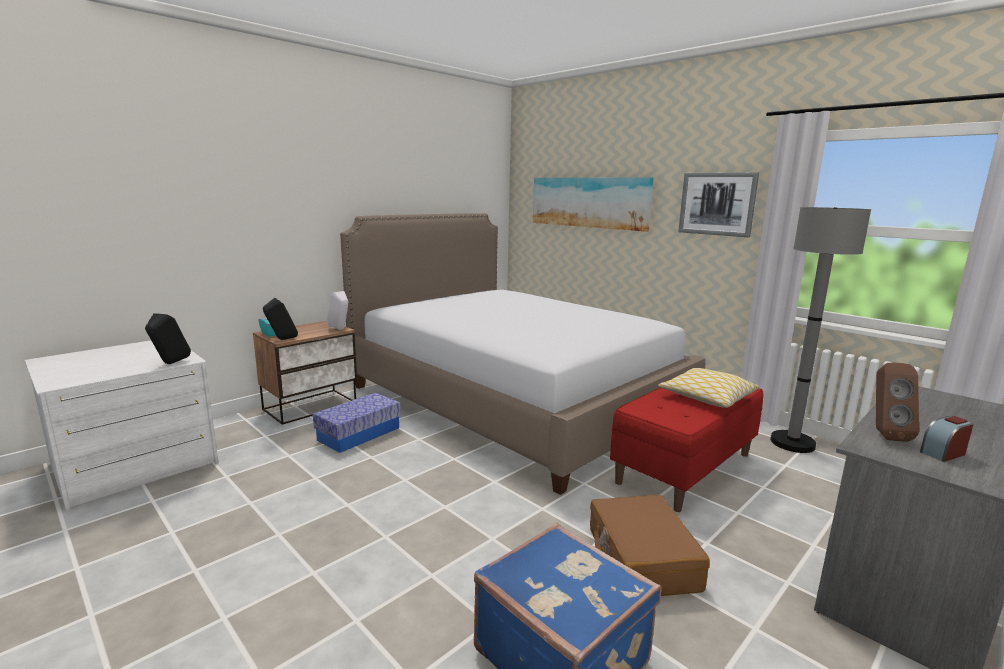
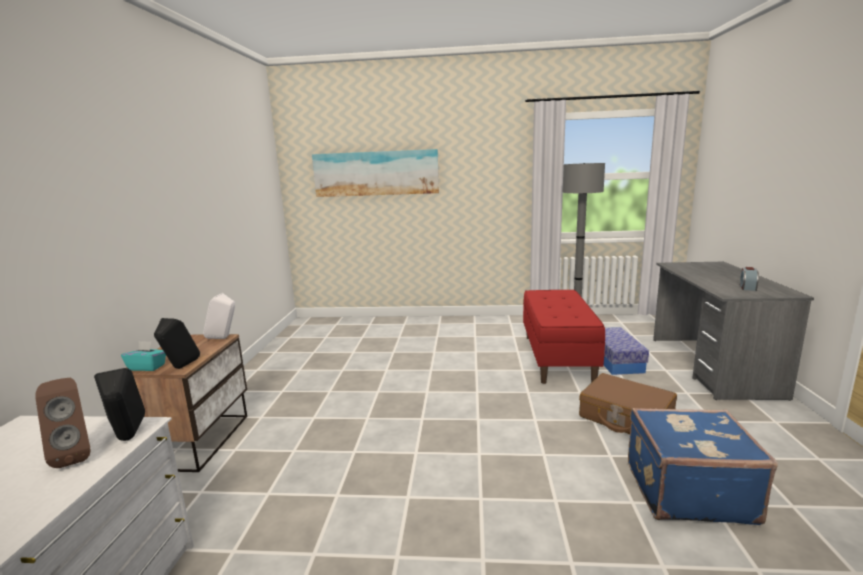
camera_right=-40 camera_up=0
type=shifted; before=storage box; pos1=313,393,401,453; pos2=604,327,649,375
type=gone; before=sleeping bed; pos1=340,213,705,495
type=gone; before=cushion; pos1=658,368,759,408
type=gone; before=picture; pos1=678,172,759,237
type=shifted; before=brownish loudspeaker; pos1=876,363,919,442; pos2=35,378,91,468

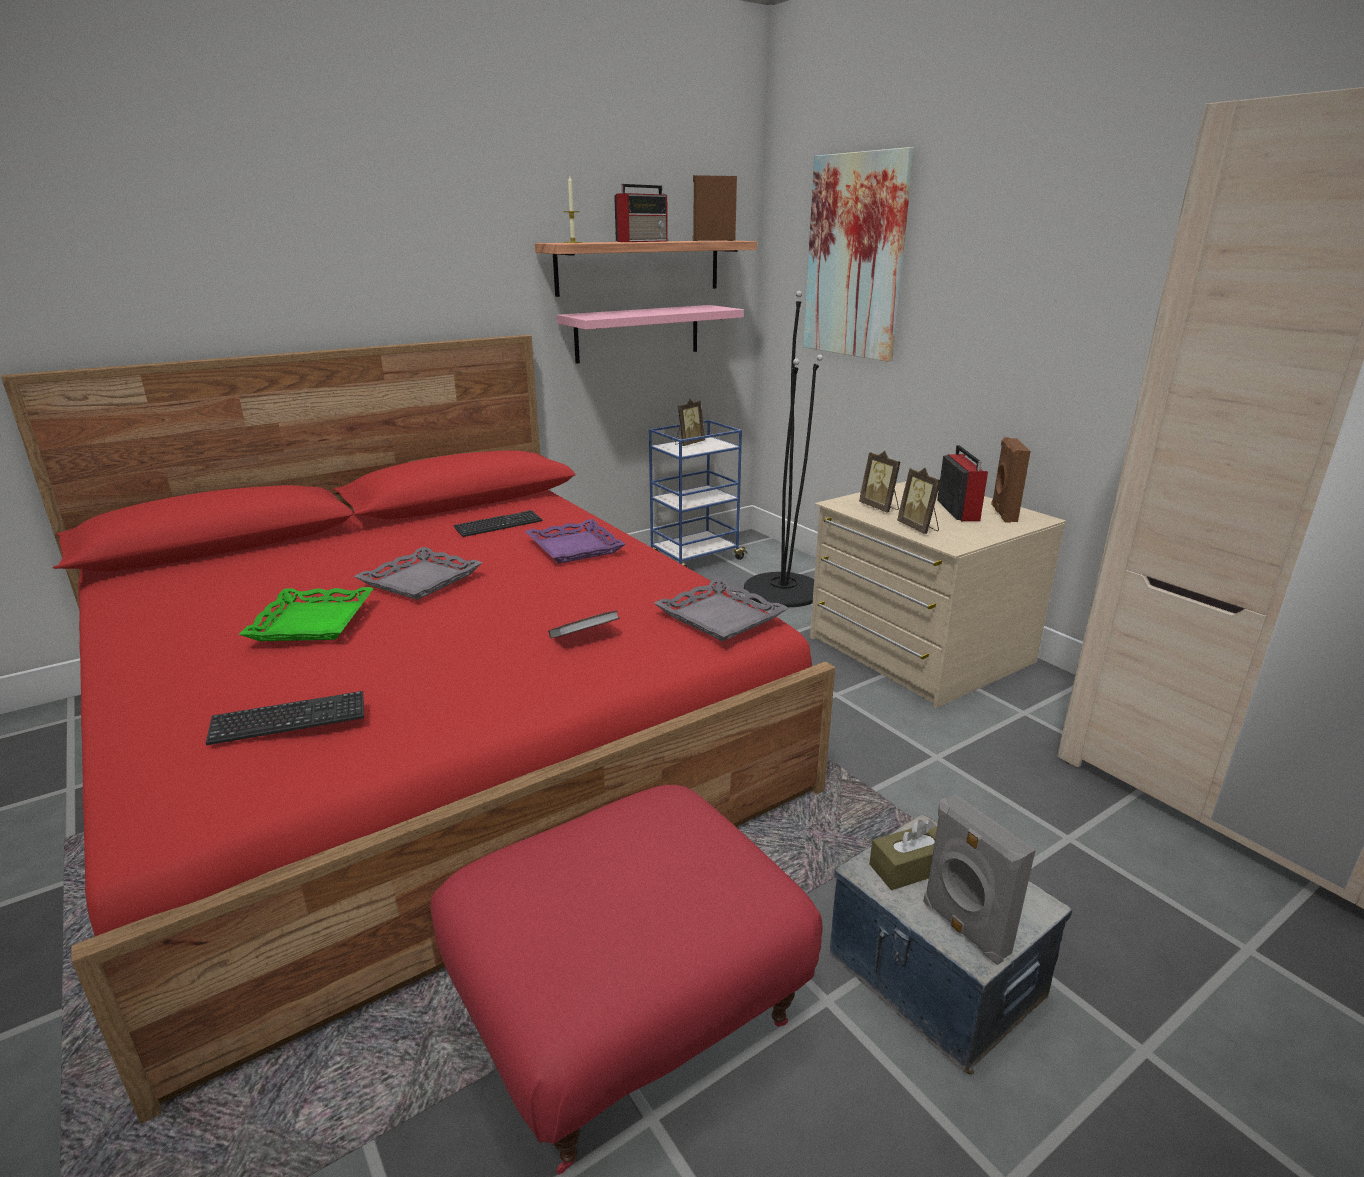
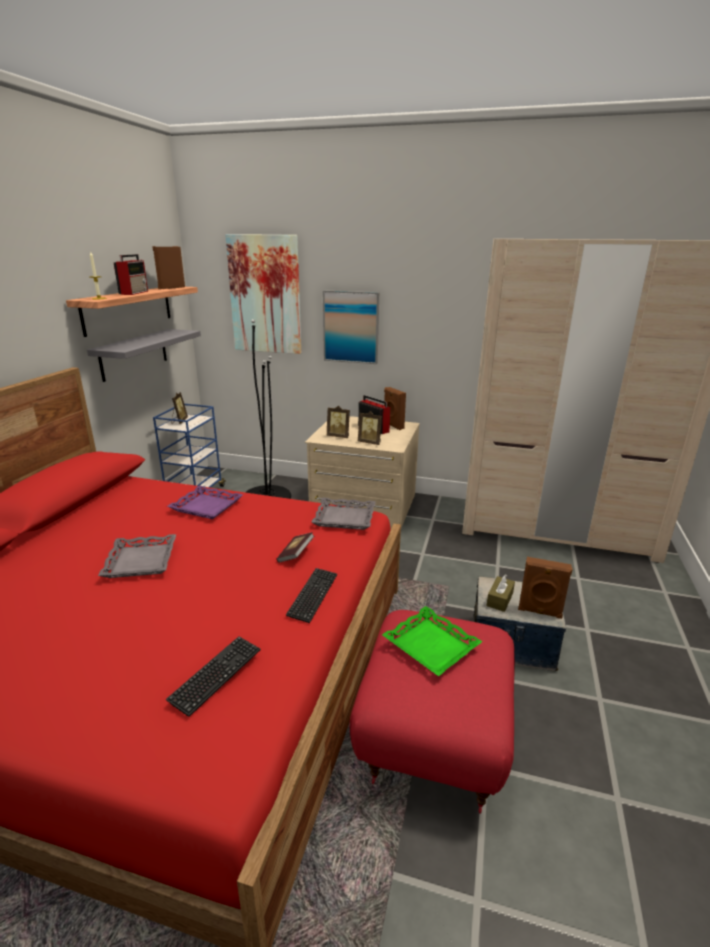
camera_right=-40 camera_up=0
type=shifted; before=greenish tray; pos1=239,587,374,641; pos2=382,606,483,676
type=shifted; before=computer keyboard; pos1=454,510,542,537; pos2=286,568,337,623
type=repainted; before=pink bracket shelf; after=greyish bracket shelf; pos1=557,305,743,364; pos2=87,329,201,382
type=repainted; before=greyish loudspeaker; after=brownish loudspeaker; pos1=924,795,1036,965; pos2=518,557,572,619
type=new; after=picture; pos2=323,290,379,364

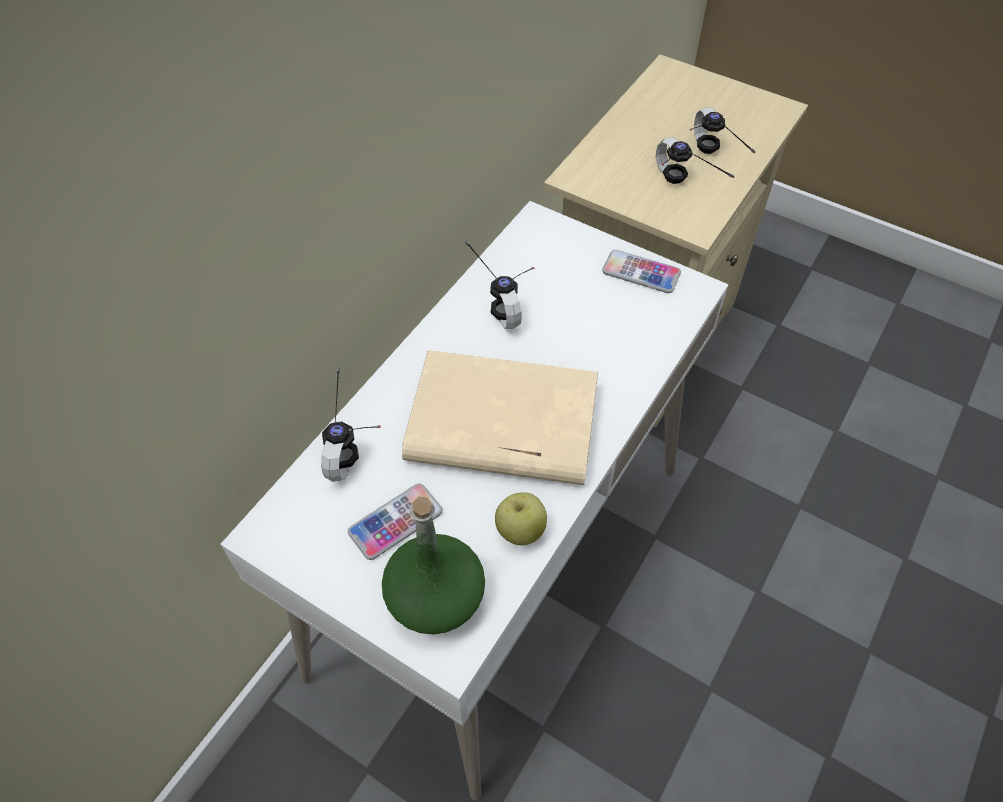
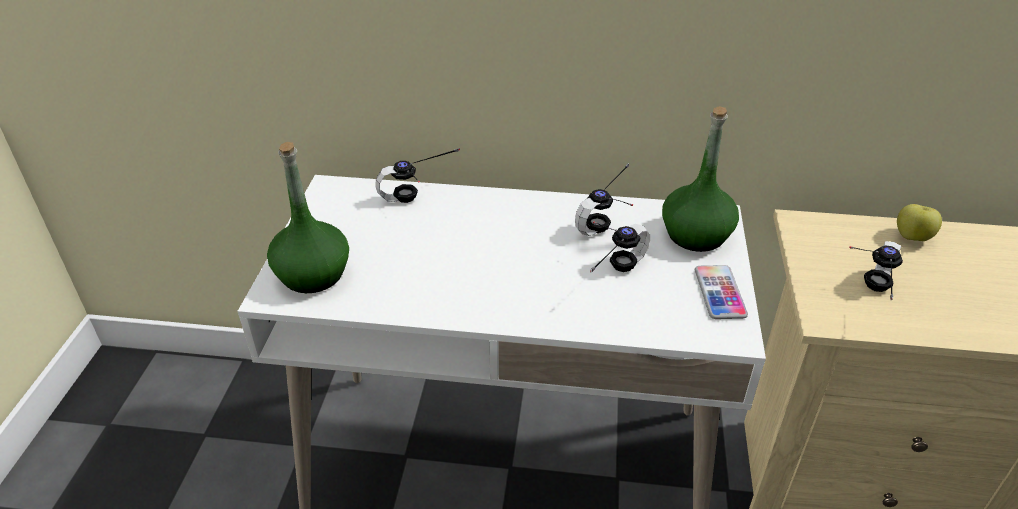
camera_right=65 camera_up=-15
type=gone; before=handset; pos1=348,484,443,560
type=gone; before=sand-coloured book; pos1=402,350,598,485
type=shifted; before=apple; pos1=495,493,547,545; pos2=897,204,942,241
type=shifted; before=pair of headphones; pos1=690,108,756,154; pos2=590,222,650,272
type=new; after=greenish beverage bottle; pos2=662,106,739,252

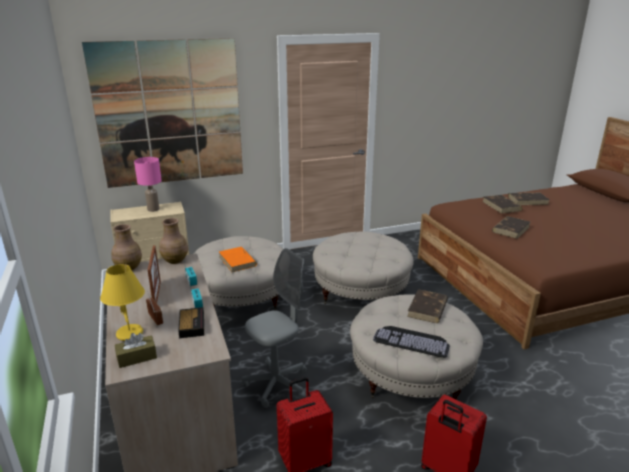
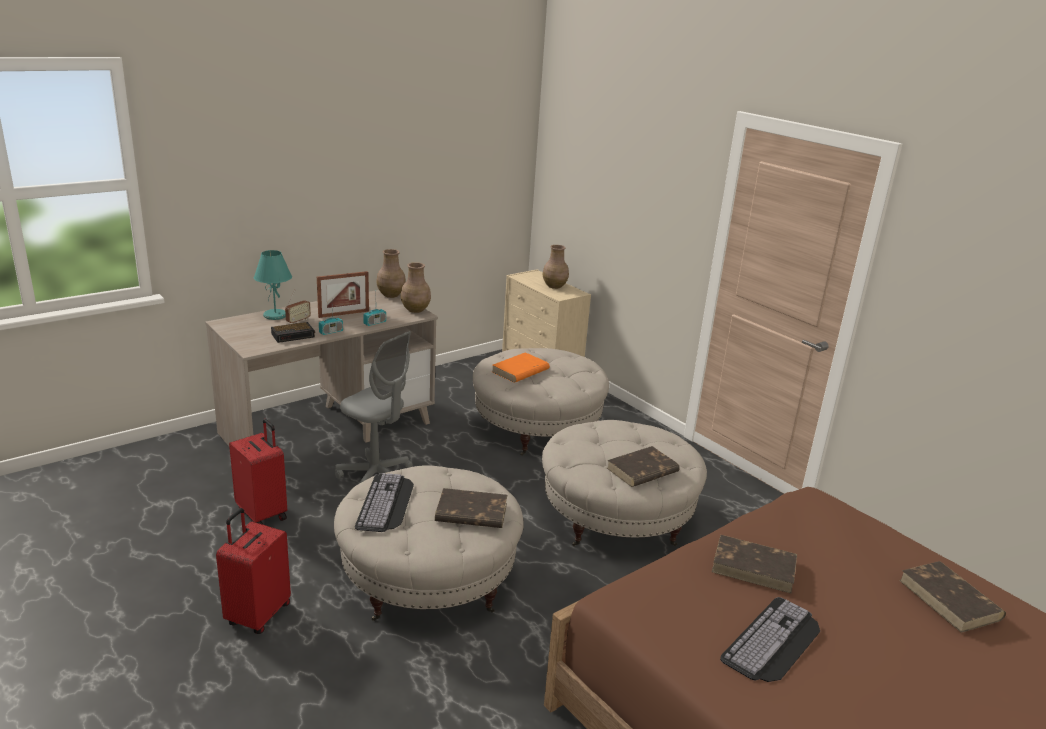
camera_right=70 camera_up=0
type=gone; before=picture; pos1=82,38,243,188
type=repainted; before=yellow-coloured table lamp; after=turquoise table lamp; pos1=100,264,145,341; pos2=254,250,292,320
type=gone; before=brownish box of tissues; pos1=115,333,157,368
type=swapped; before=pink table lamp; after=brownish flower vase; pos1=134,157,162,212; pos2=543,245,569,289
type=shifted; before=brownish book; pos1=482,195,523,214; pos2=607,446,680,487
type=new; after=computer keyboard; pos2=720,597,820,682

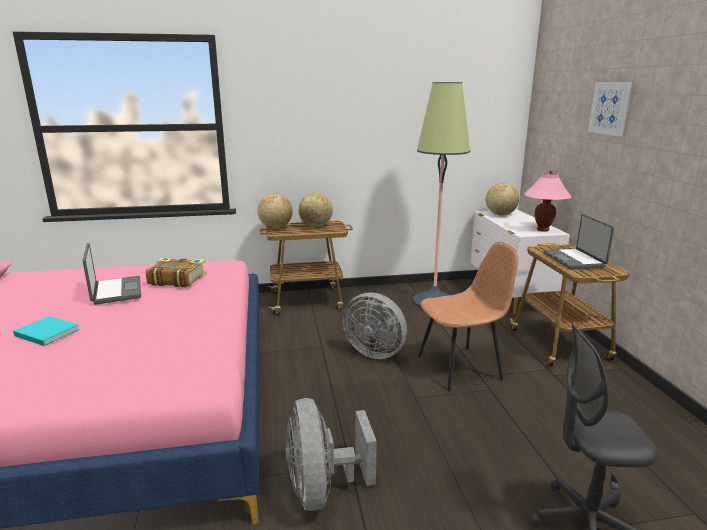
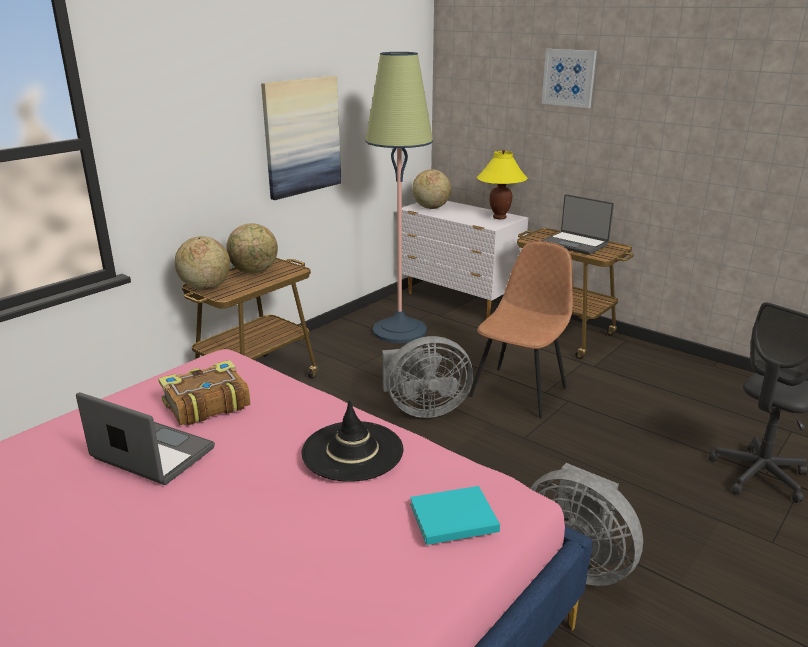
camera_right=-40 camera_up=5
type=shifted; before=turquoise book; pos1=13,316,80,346; pos2=410,486,500,545
type=repainted; before=pink table lamp; after=yellow-coloured table lamp; pos1=524,171,572,232; pos2=477,150,528,219
type=new; after=picture; pos2=261,76,341,200
type=new; after=black wearable hat; pos2=301,400,403,482

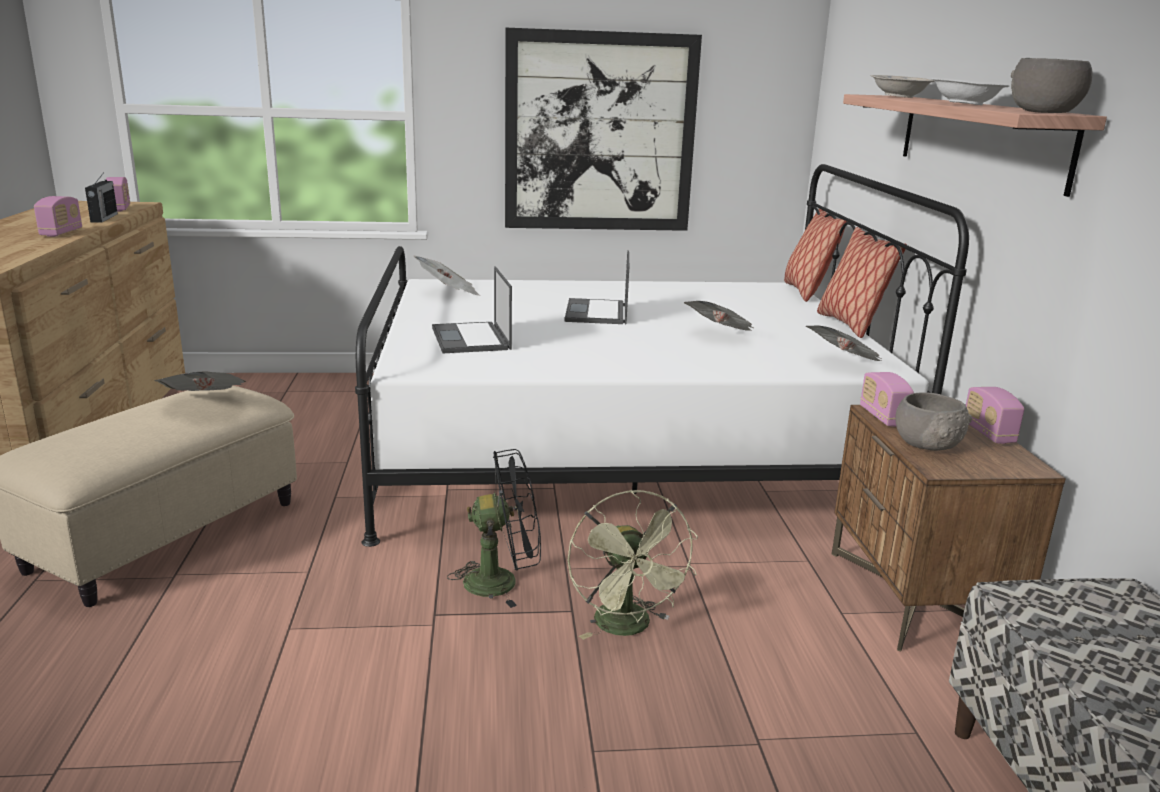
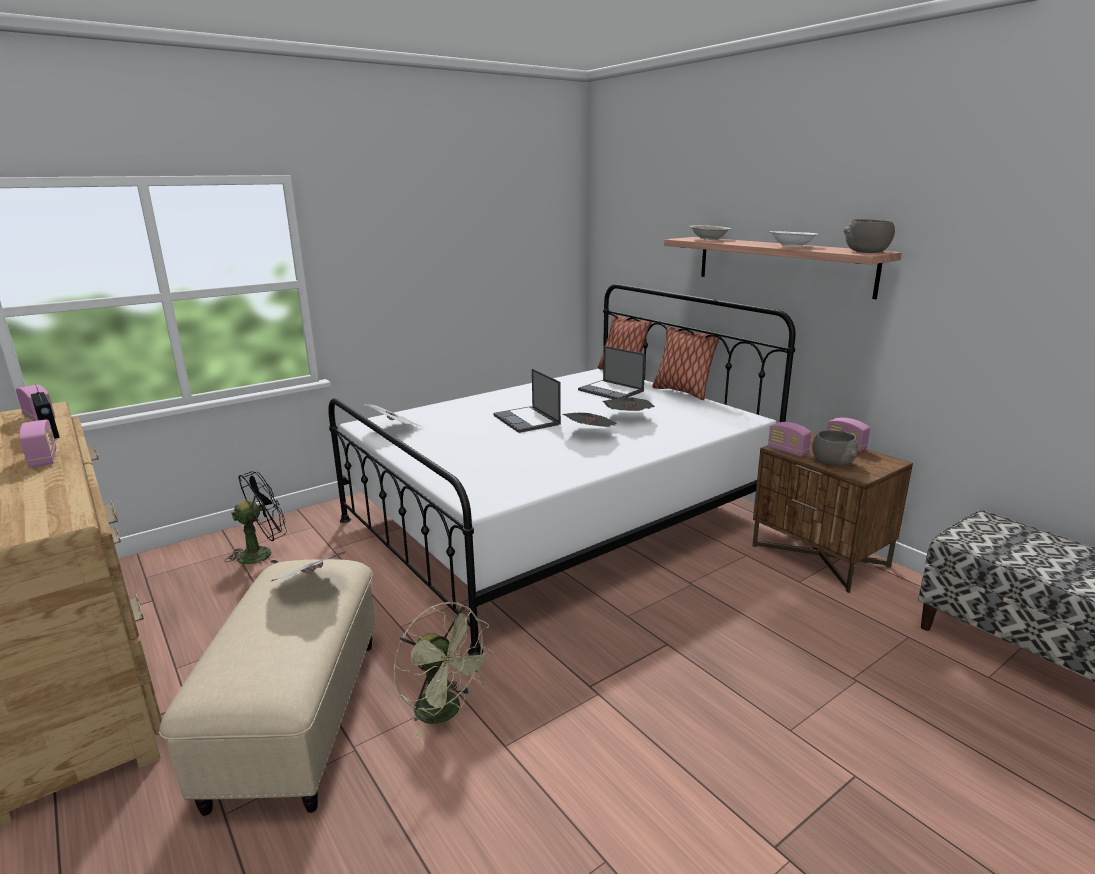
camera_right=-30 camera_up=0
type=shifted; before=notebook computer; pos1=432,266,512,353; pos2=578,346,645,399
type=shifted; before=black electric fan; pos1=447,449,541,608; pos2=225,471,287,564
type=gone; before=picture; pos1=505,28,702,231
type=shifted; before=greenish electric fan; pos1=568,490,698,640; pos2=394,602,493,739
type=shifted; before=newspaper; pos1=806,325,882,361; pos2=562,413,617,427

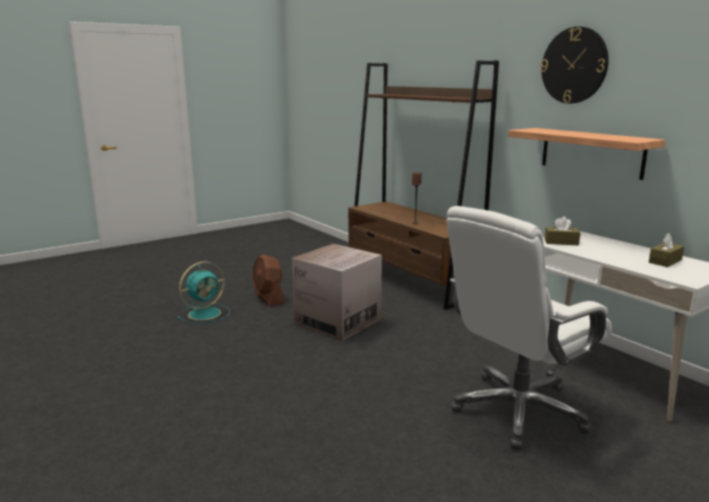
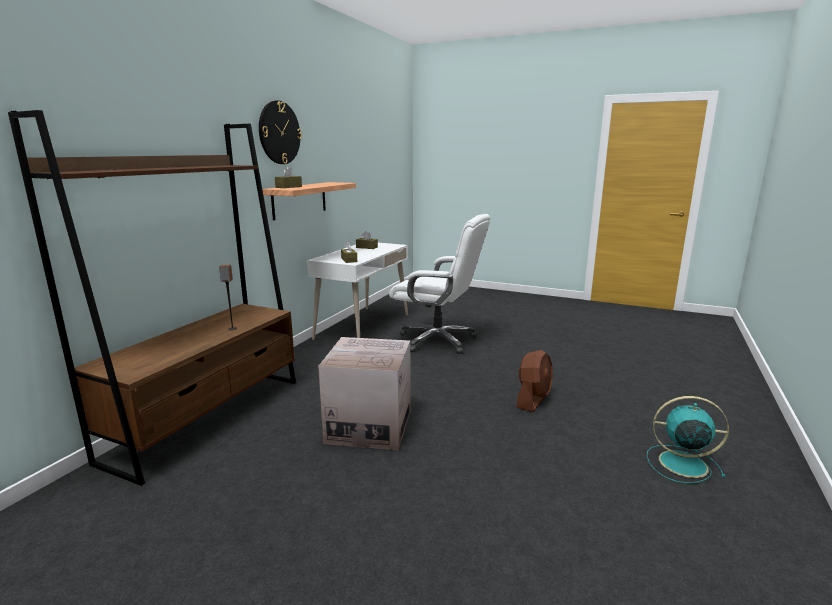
camera_right=-120 camera_up=0
type=shifted; before=turquoise electric fan; pos1=177,262,230,323; pos2=647,396,729,483
type=shifted; before=brownish electric fan; pos1=253,254,284,306; pos2=516,350,553,412
type=new; after=brownish box of tissues; pos2=275,166,302,188

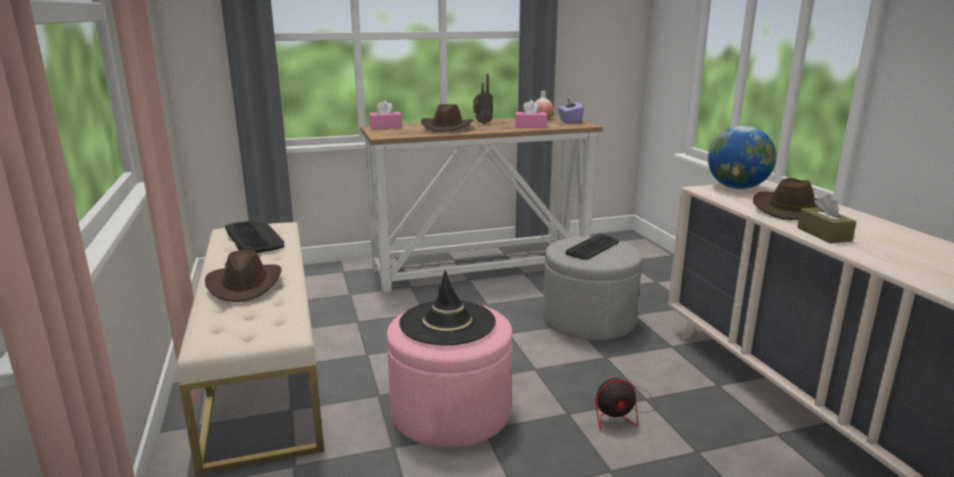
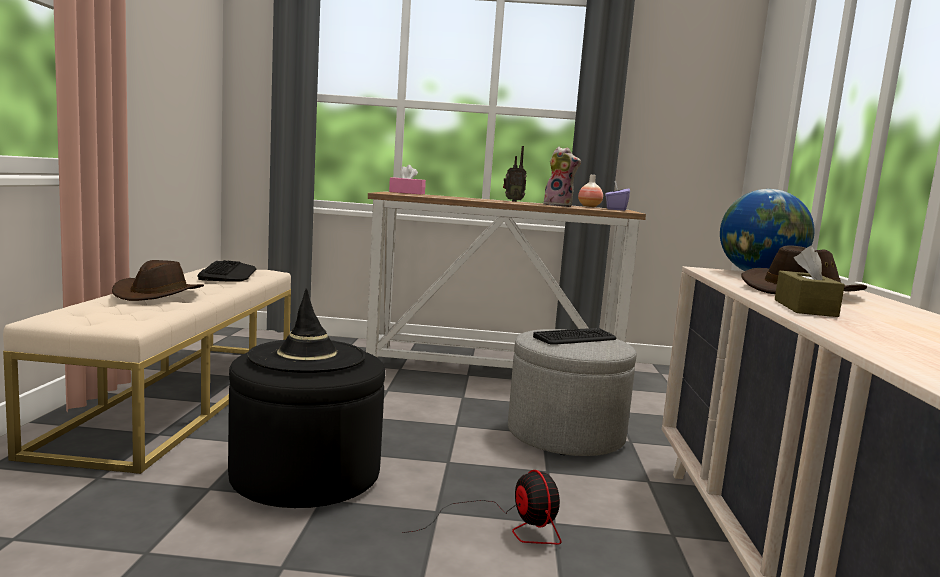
camera_right=20 camera_up=-10
type=repainted; before=pink footrest; after=black footrest; pos1=387,304,513,448; pos2=228,352,385,508
type=gone; before=brownish wearable hat; pos1=421,104,474,132
type=swapped; before=pink box of tissues; after=plush toy; pos1=515,100,547,128; pos2=543,147,581,207
type=rotated; before=electric fan; pos1=595,373,658,430; pos2=402,470,561,544; turn=-120

